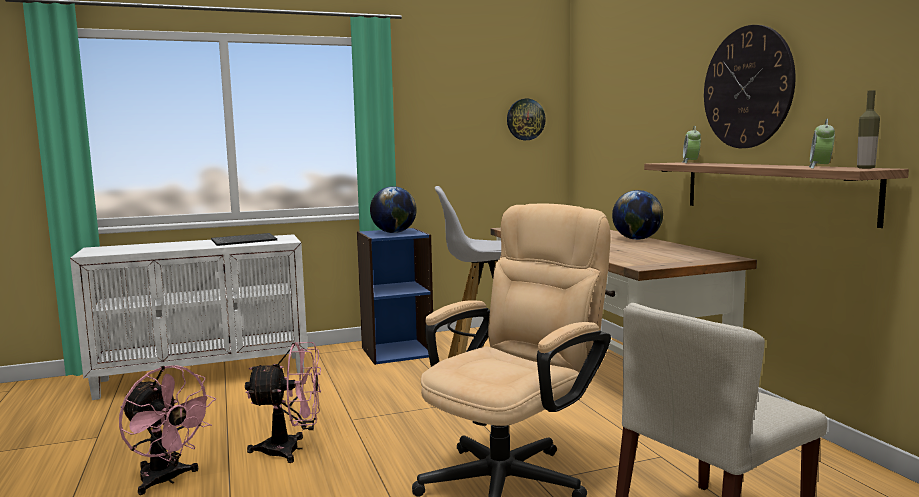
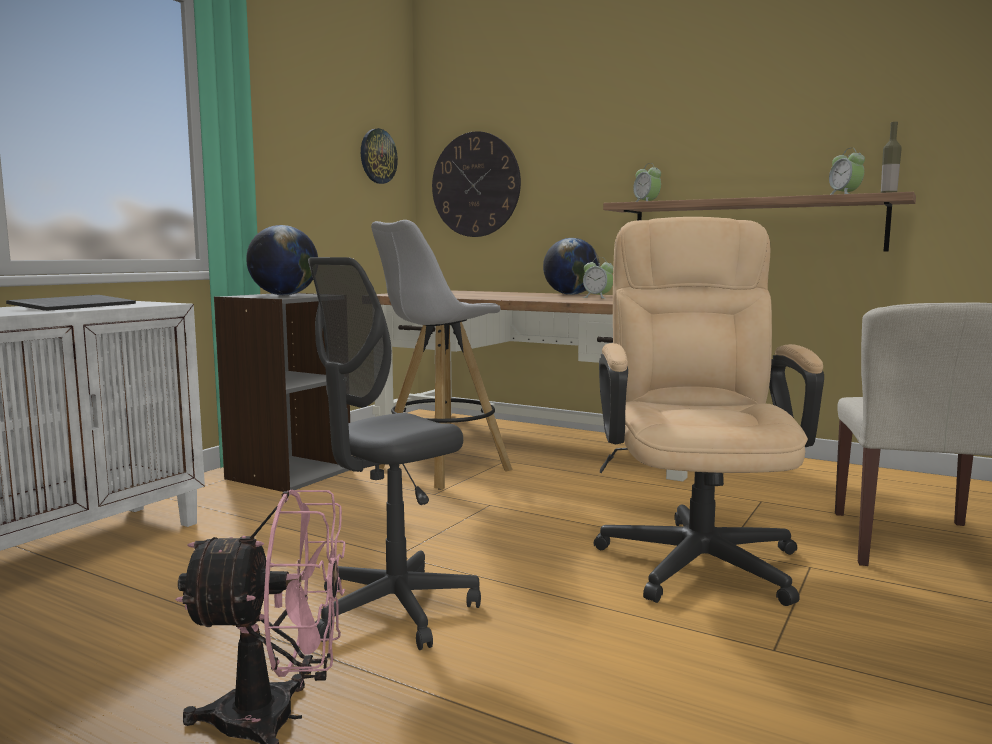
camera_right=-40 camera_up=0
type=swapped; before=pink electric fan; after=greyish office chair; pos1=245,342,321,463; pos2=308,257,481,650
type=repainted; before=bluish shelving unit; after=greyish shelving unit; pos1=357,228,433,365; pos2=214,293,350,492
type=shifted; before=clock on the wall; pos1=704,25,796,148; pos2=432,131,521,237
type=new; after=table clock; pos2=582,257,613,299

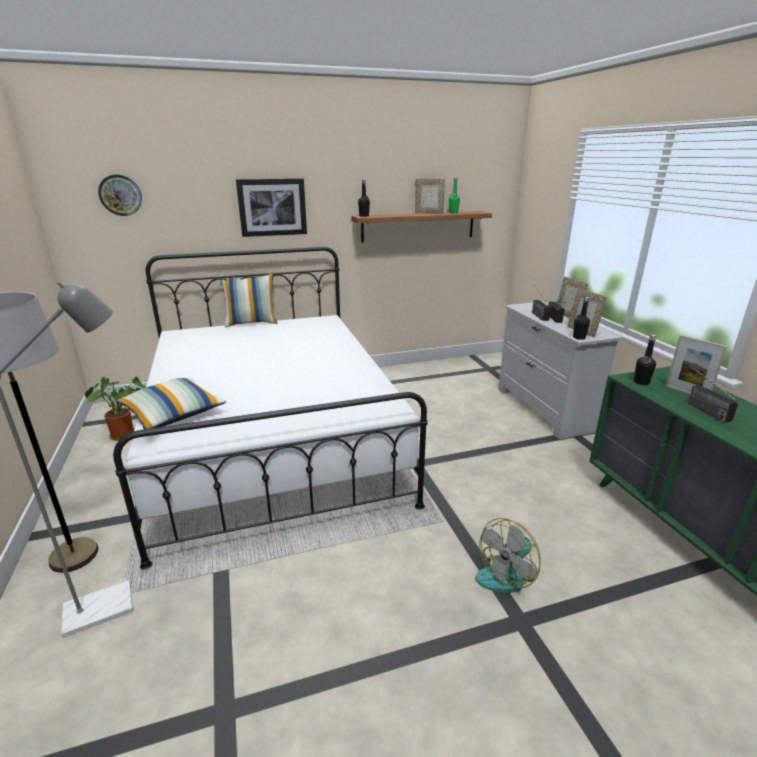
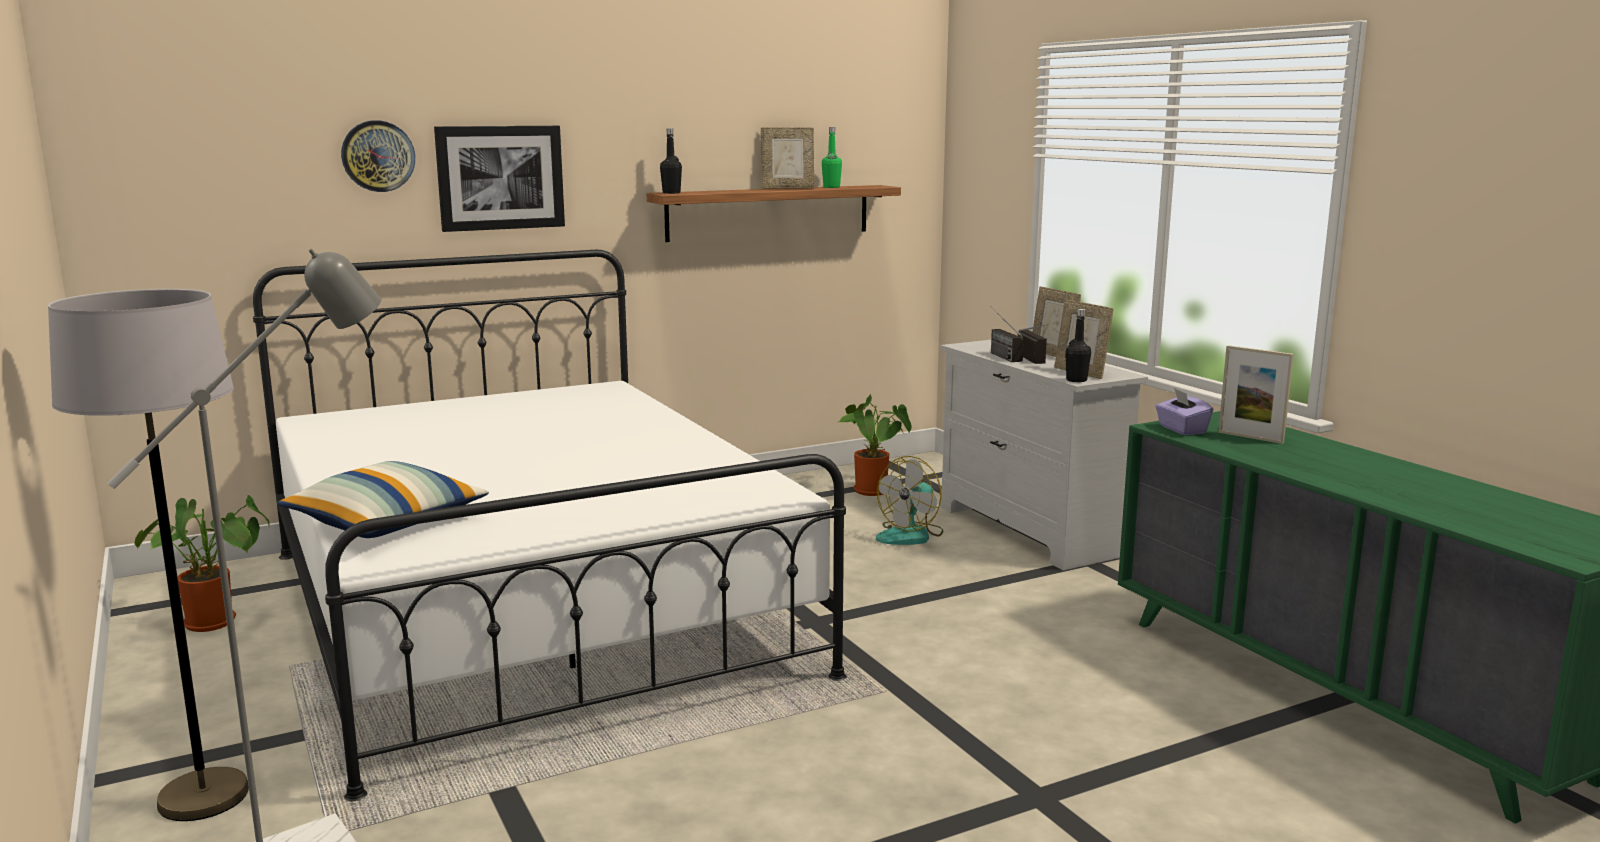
camera_right=-10 camera_up=-10
type=shifted; before=clock on the wall; pos1=98,175,142,216; pos2=341,120,415,192
type=gone; before=cushion; pos1=220,274,278,327
type=shifted; before=electric fan; pos1=475,518,541,593; pos2=876,456,943,545
type=swapped; before=black beverage bottle; after=purplish box of tissues; pos1=634,334,656,385; pos2=1155,388,1213,435
type=gone; before=radio; pos1=685,362,738,423
type=new; after=potted plant; pos2=838,394,912,496

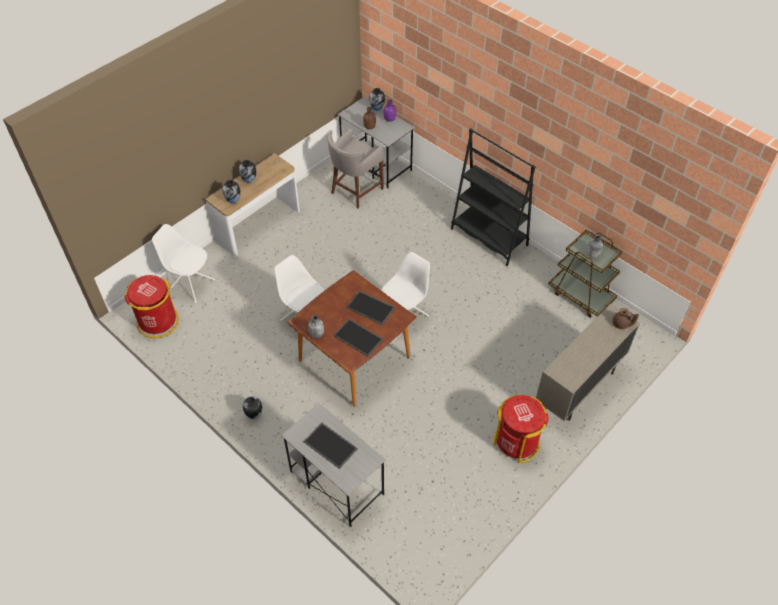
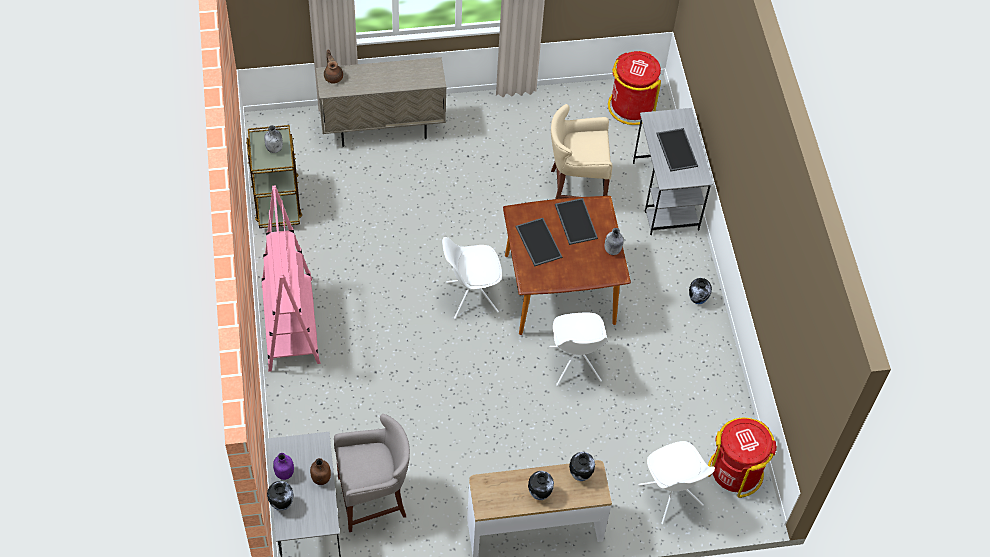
camera_right=-145 camera_up=5
type=repainted; before=black shelving unit; after=pink shelving unit; pos1=451,128,535,266; pos2=262,185,321,372
type=shifted; before=reddish trash can; pos1=493,395,549,463; pos2=608,51,661,125
type=new; after=sand-coloured stool; pos2=551,104,613,199

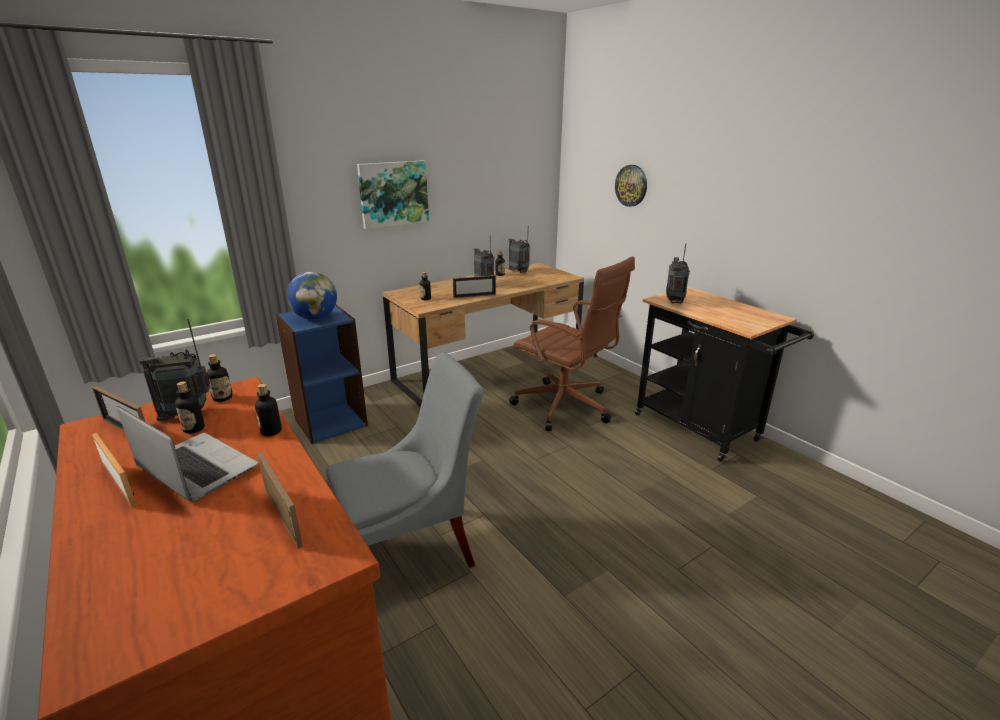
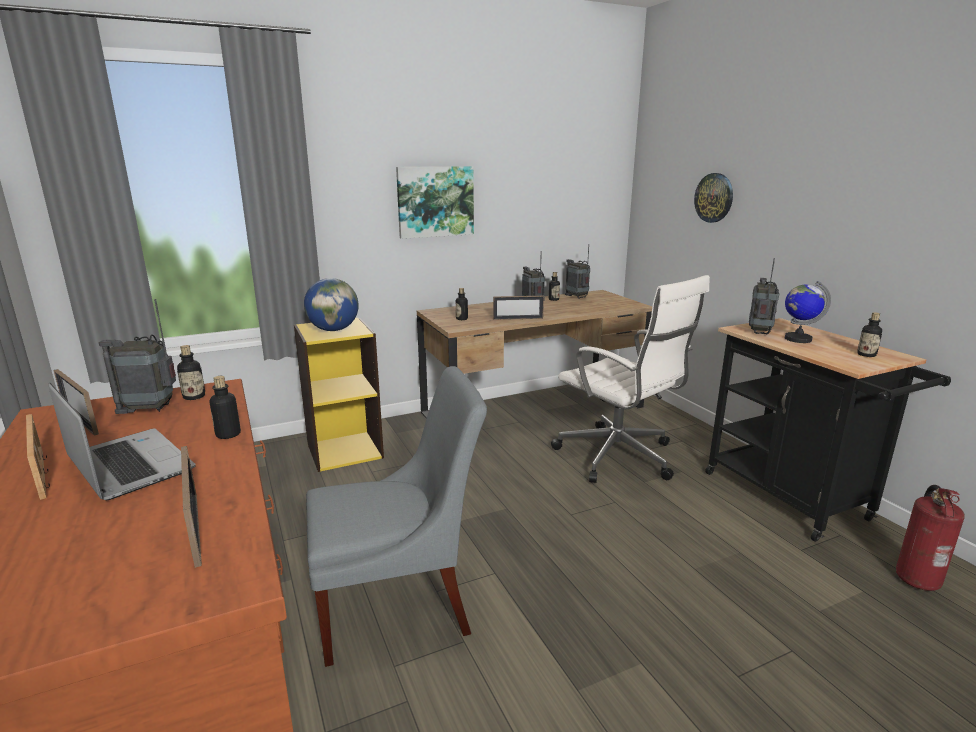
camera_right=10 camera_up=-5
type=shifted; before=beverage bottle; pos1=175,381,205,434; pos2=857,312,882,357
type=repainted; before=bluish shelving unit; after=yellow-coloured shelving unit; pos1=275,305,368,444; pos2=294,317,384,472
type=repainted; before=brownish office chair; after=white office chair; pos1=509,256,635,431; pos2=551,275,710,483
type=new; after=globe; pos2=785,281,831,343
type=new; after=fire-fighting cylinder; pos2=896,485,965,591

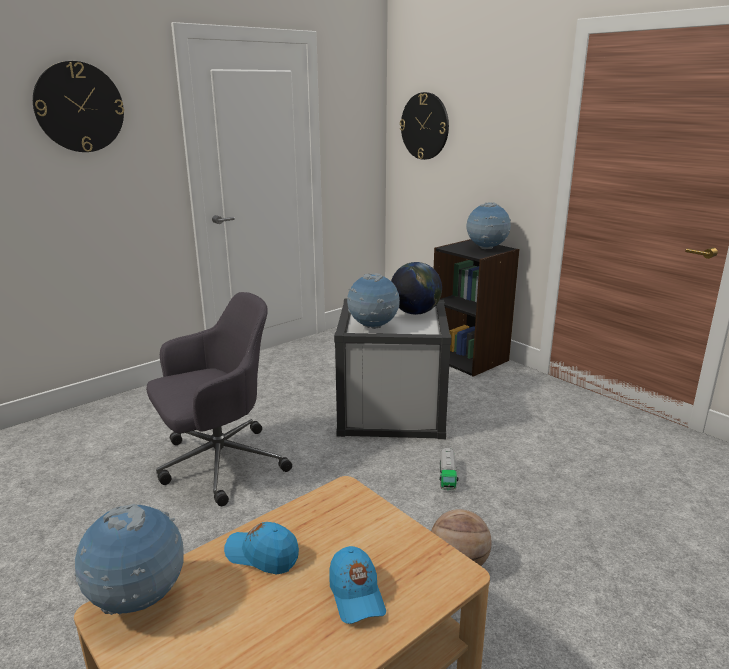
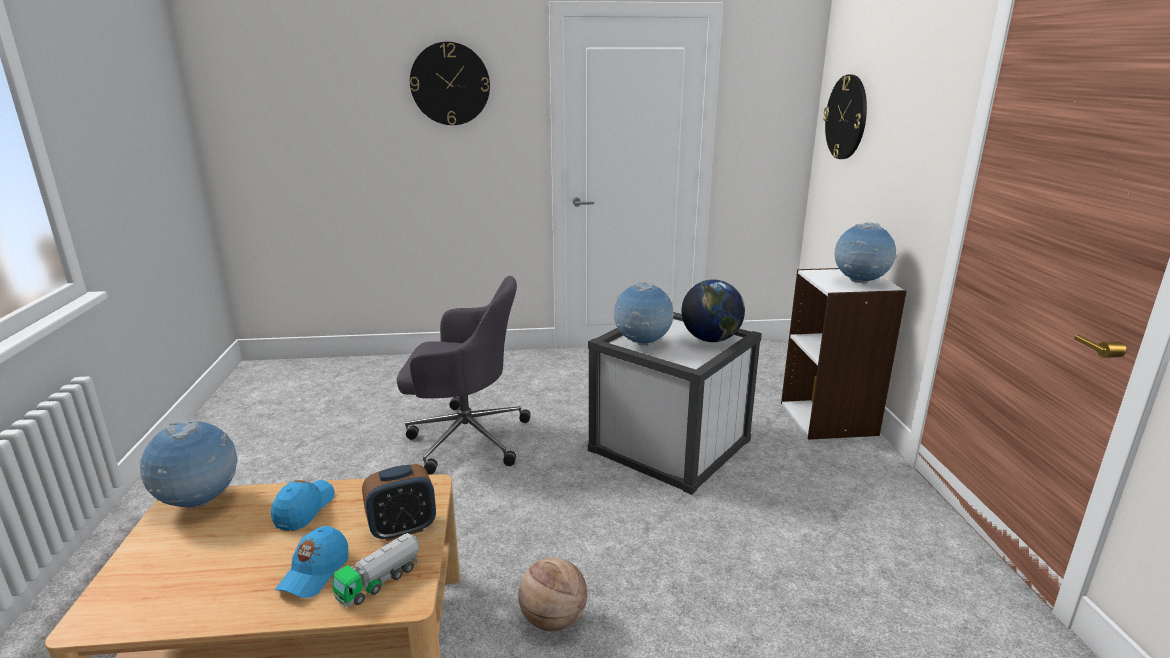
camera_right=35 camera_up=0
type=rotated; before=bluish baseball cap; pos1=224,522,299,575; pos2=271,480,335,531; turn=45
type=repainted; before=black shelving unit; after=white shelving unit; pos1=434,239,519,377; pos2=781,268,907,440
type=shifted; before=toy lorry; pos1=440,448,459,490; pos2=332,533,419,607
type=new; after=table clock; pos2=362,464,436,541

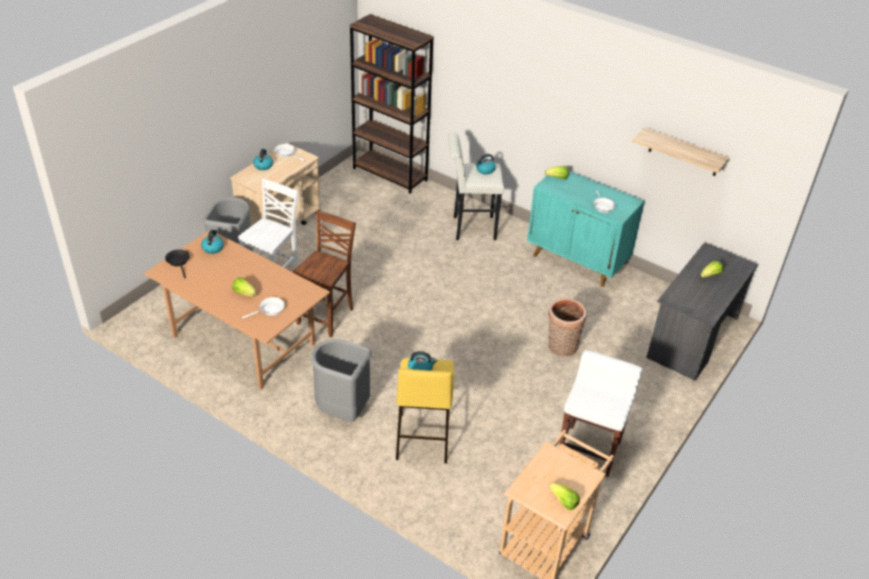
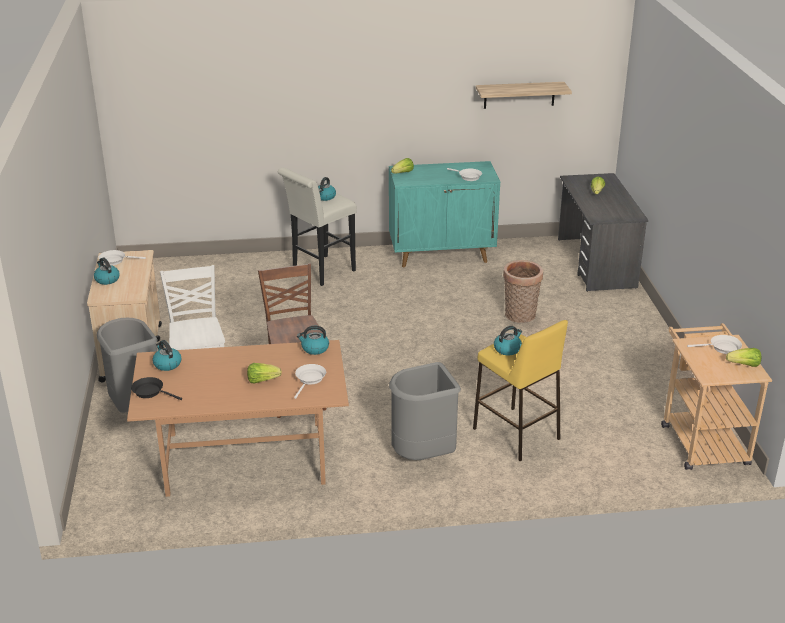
camera_right=-40 camera_up=-10
type=gone; before=brownish shelving unit; pos1=349,14,434,194
type=gone; before=white stool; pos1=559,350,643,477
type=new; after=water kettle; pos2=297,326,329,355
type=new; after=white skillet; pos2=687,335,742,354

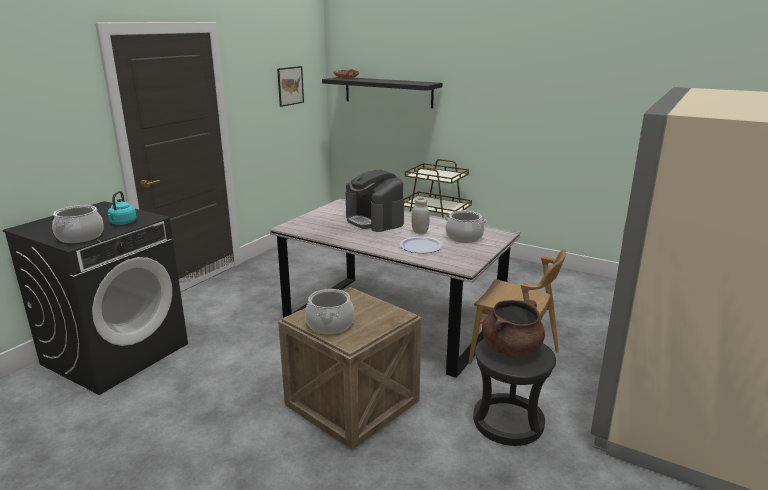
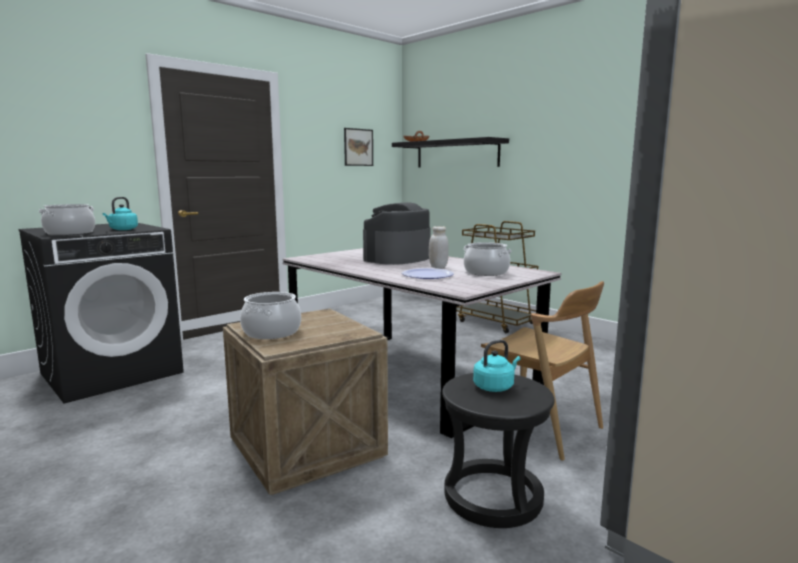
camera_right=15 camera_up=-10
type=rotated; before=coffee brewer; pos1=346,169,404,232; pos2=363,202,430,265; turn=60
type=swapped; before=brownish cooking pot; after=turquoise water kettle; pos1=482,300,545,357; pos2=473,340,521,392

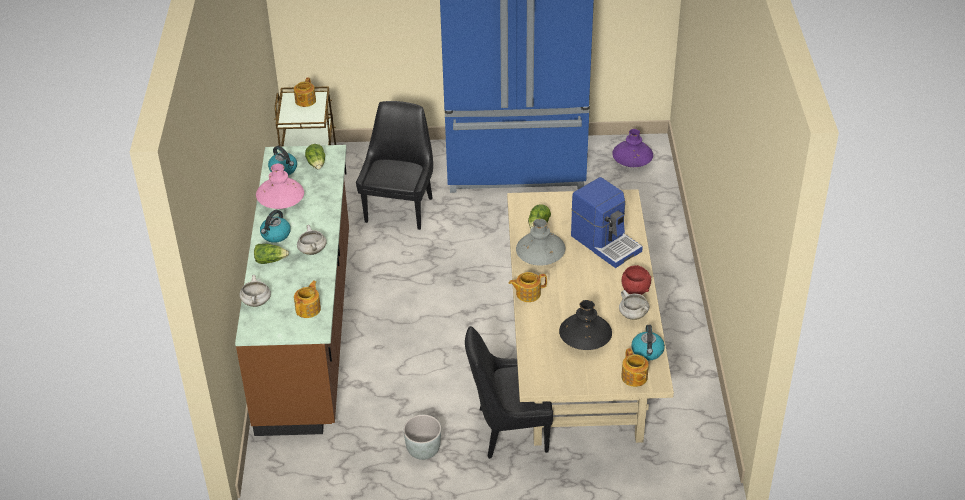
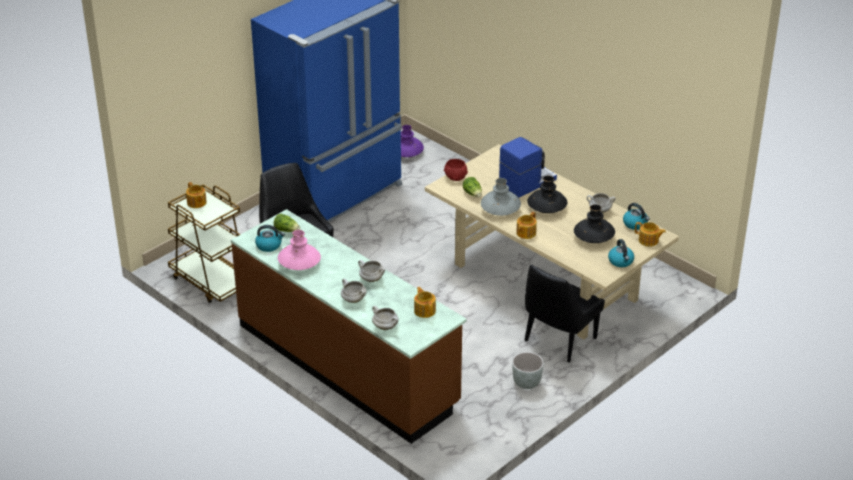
camera_right=-45 camera_up=-5
type=swapped; before=head of lettuce; after=white cooking pot; pos1=254,244,289,264; pos2=341,279,367,303
type=shifted; before=water kettle; pos1=260,210,291,243; pos2=608,239,634,267
type=rotated; before=coffee brewer; pos1=571,177,643,268; pos2=499,137,557,198; turn=-45
type=shifted; before=reddish bowl; pos1=622,265,651,295; pos2=444,159,468,181
type=new; after=black flower vase; pos2=527,176,567,213

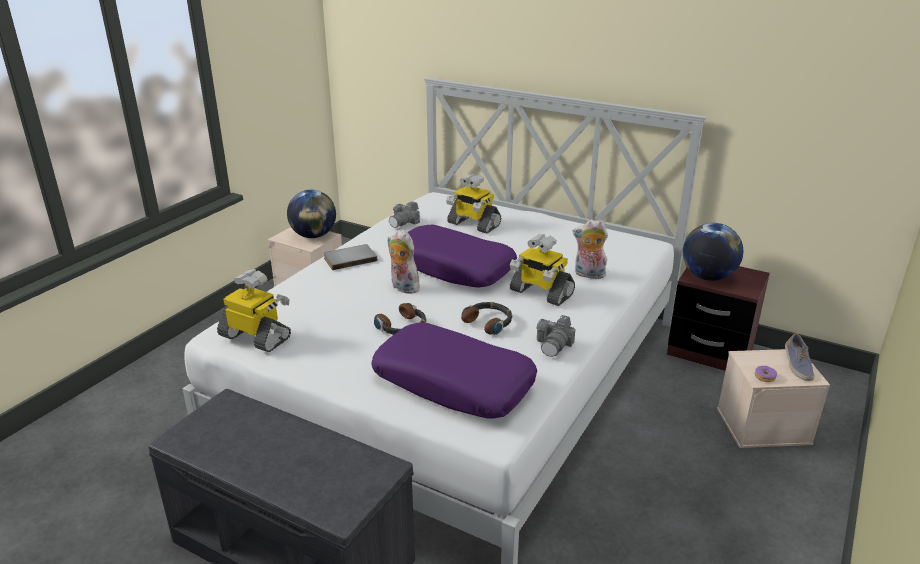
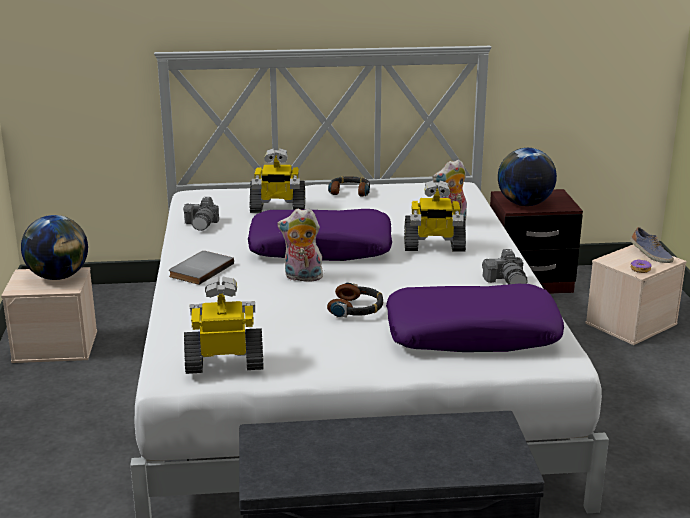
camera_right=-35 camera_up=-5
type=shifted; before=pair of headphones; pos1=461,302,512,335; pos2=328,176,370,197

